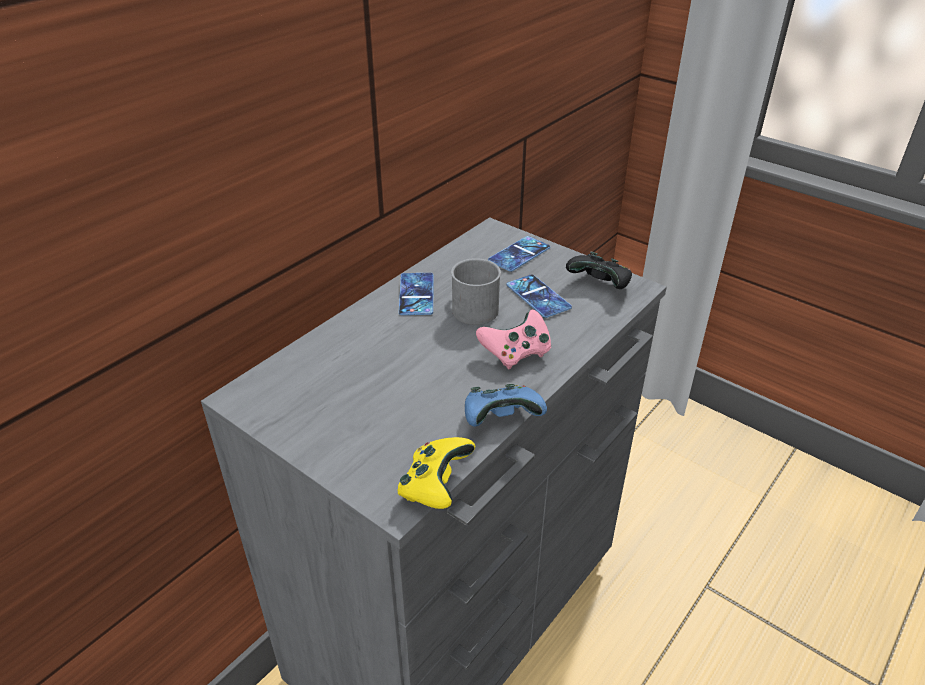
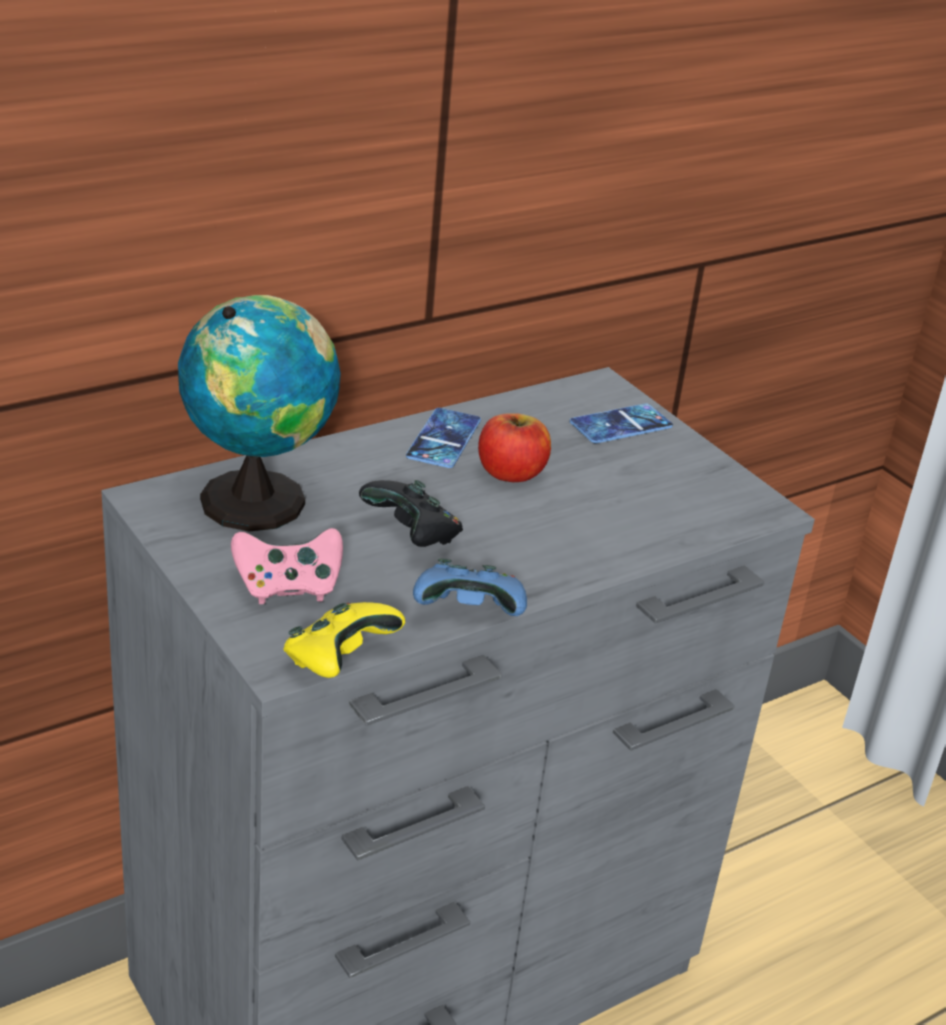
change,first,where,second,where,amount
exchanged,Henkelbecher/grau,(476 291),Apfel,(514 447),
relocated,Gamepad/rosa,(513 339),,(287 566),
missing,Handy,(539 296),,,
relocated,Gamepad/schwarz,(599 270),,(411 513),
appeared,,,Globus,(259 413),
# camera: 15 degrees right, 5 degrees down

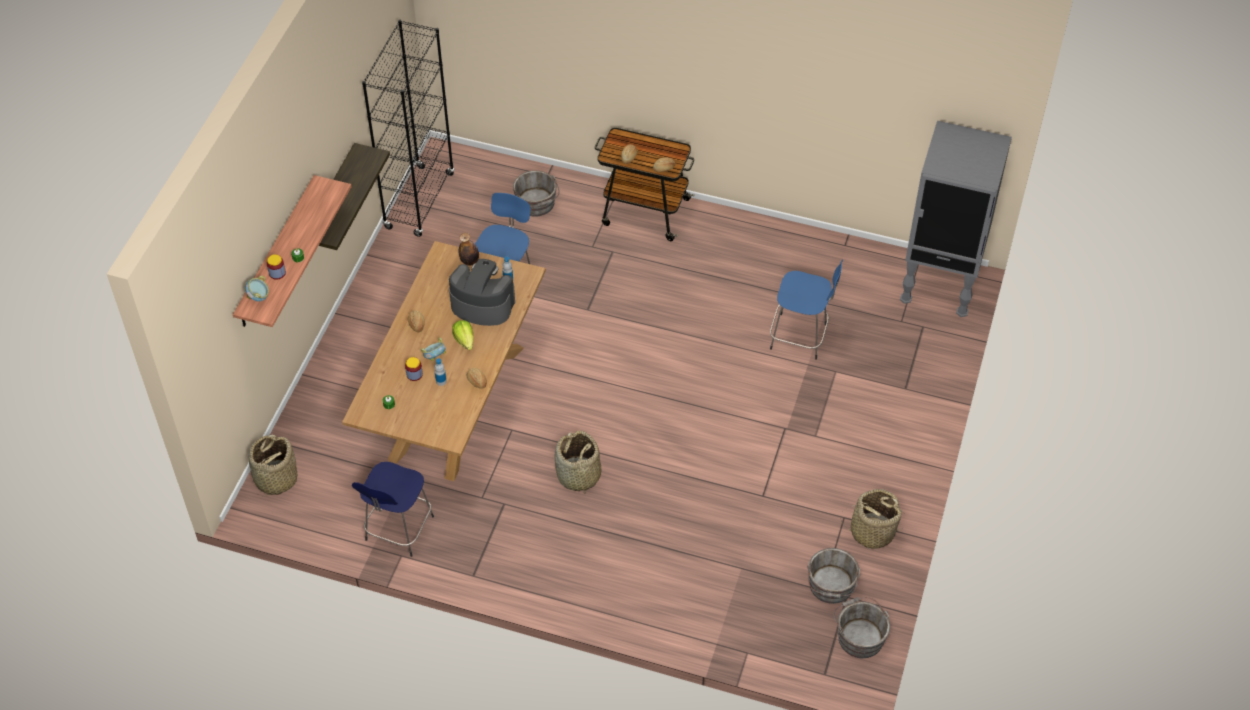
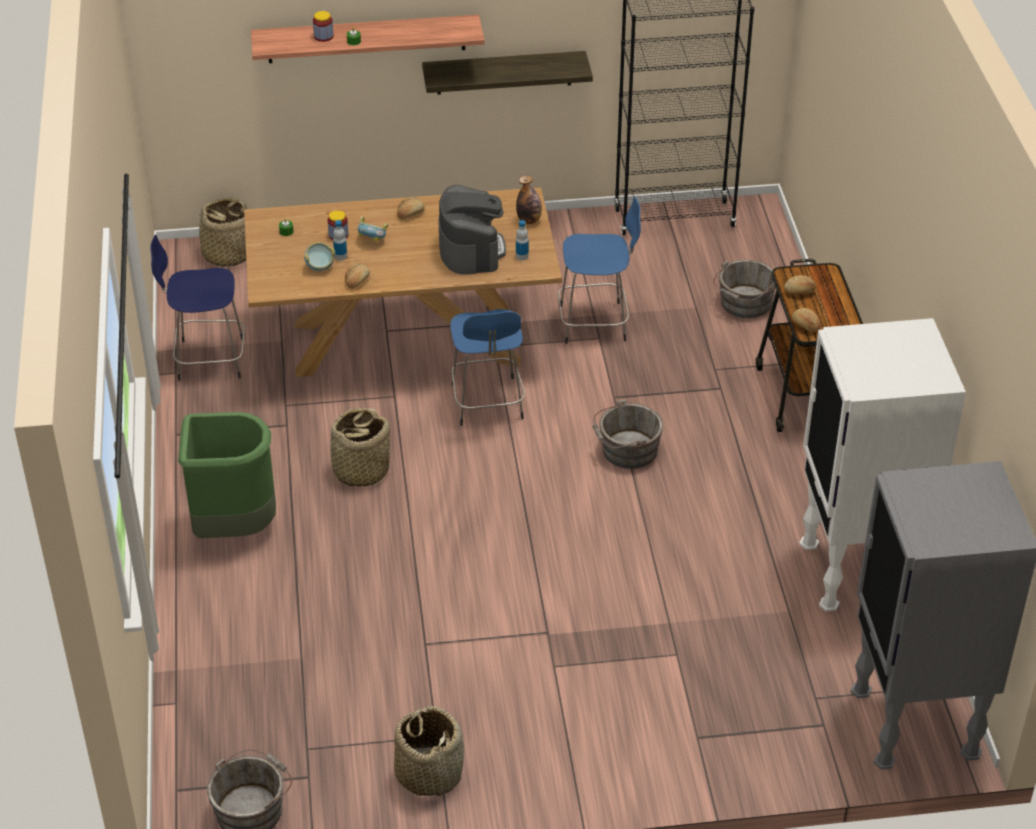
change,first,where,second,where,amount
relocated,Schüssel,(257 288),,(319 256),
missing,Salatkopf,(463 335),,,
relocated,Hocker/blau,(806 309),,(487 367),
relocated,Eimer/grau,(834 576),,(628 434),
appeared,,,Mülleimer/grün,(227 475),
appeared,,,Schrank/weiß,(882 464),
# camera: 65 degrees right, 10 degrees down

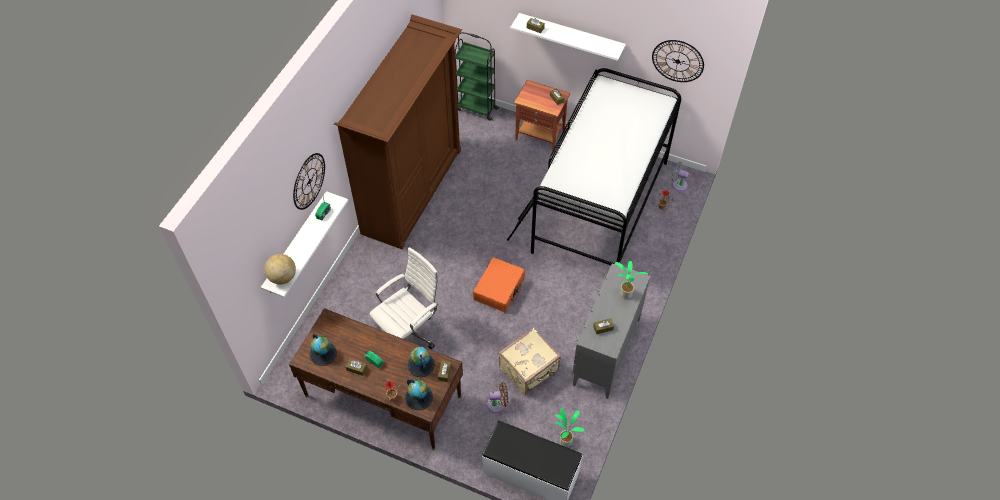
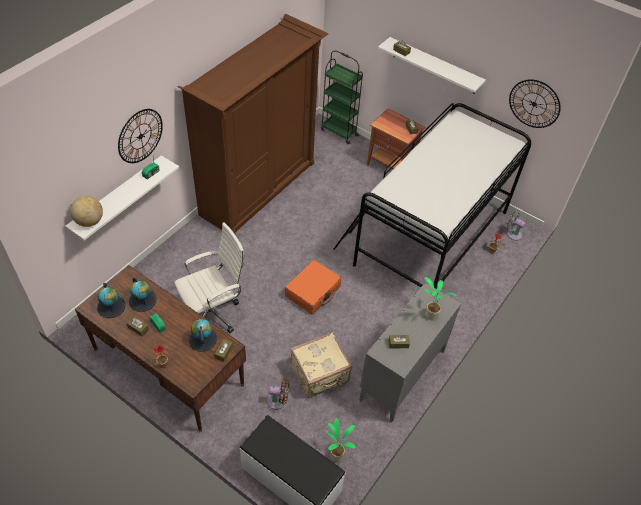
change,first,where,second,where,amount
relocated,Globus,(419 394),,(143 294),
# camera: 10 degrees right, 5 degrees down

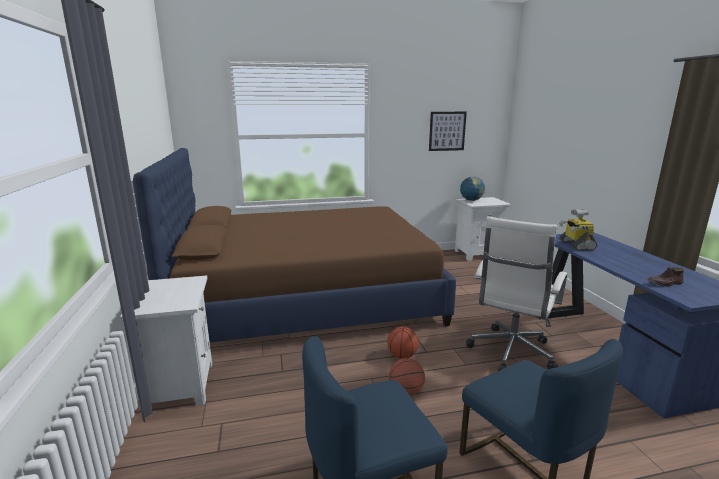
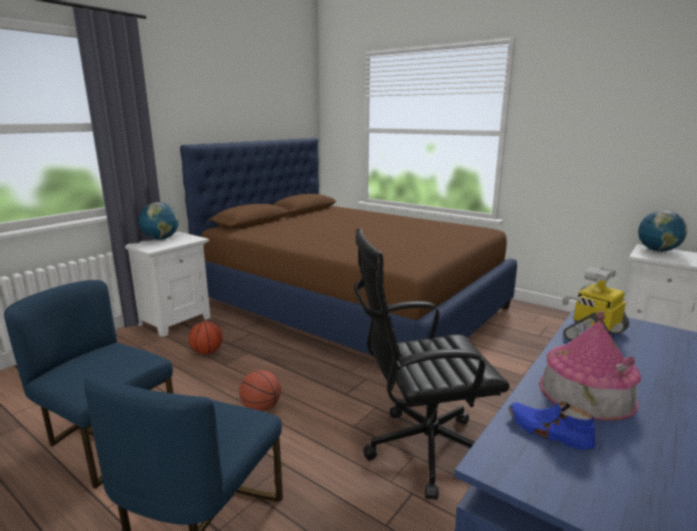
change,first,where,second,where,amount
relocated,Basketball,(403 343),,(206 337),
missing,Bild,(448 131),,,
colour,Bürostuhl/weiß,(517 293),Bürostuhl/schwarz,(431 364),
colour,Schuh/braun,(665 276),Schuh/blau,(552 426),
appeared,,,Globus,(158 221),
appeared,,,Spielzeughaus,(590 366),
# camera: 50 degrees right, 0 degrees up

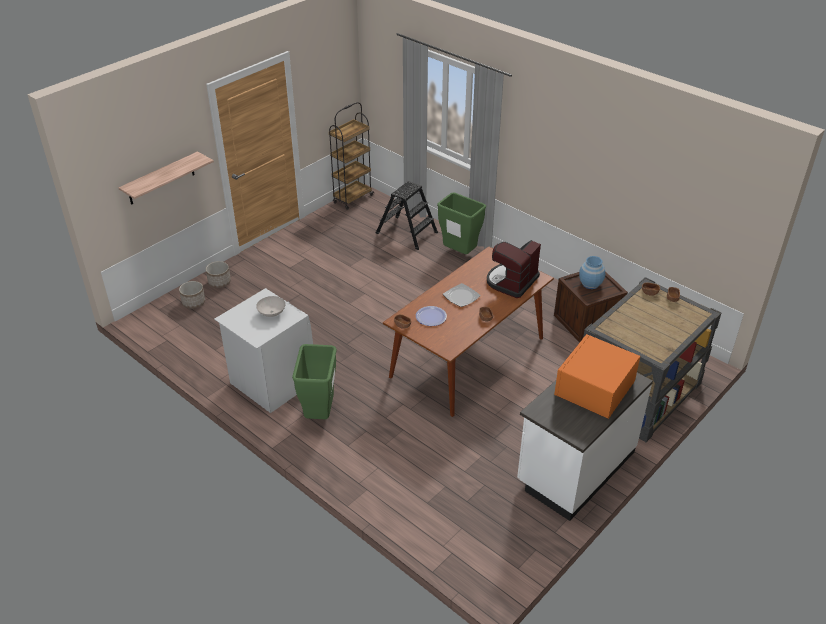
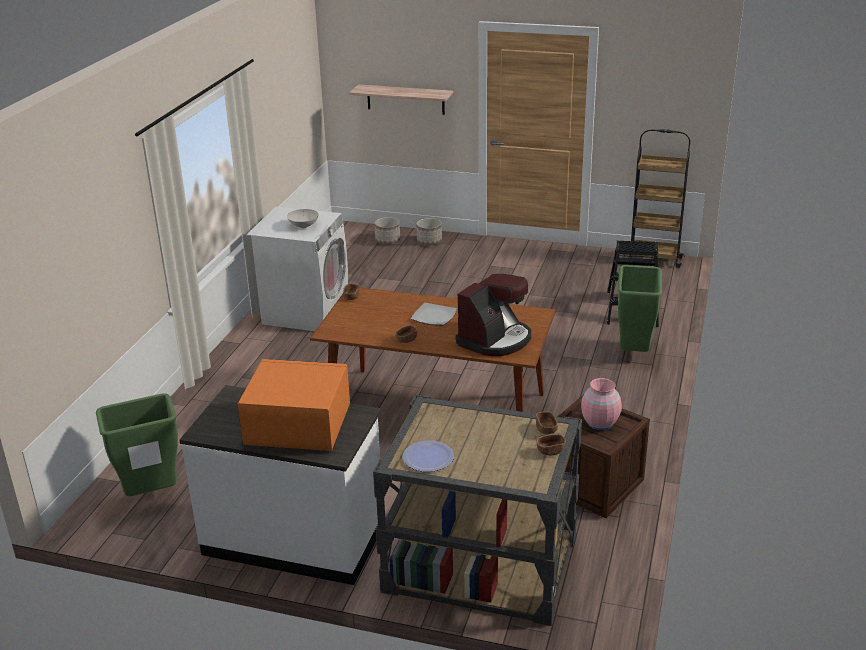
change,first,where,second,where,amount
relocated,Mülleimer/grün,(314 381),,(137 444),
relocated,Teller,(431 316),,(428 456),
spun,Kaffeemaschine,(514 269),,(493 315),120 degrees clockwise
colour,Vase/blau,(592 272),Vase/rosa,(601 404),
# camera: 65 degrees right, 10 degrees down

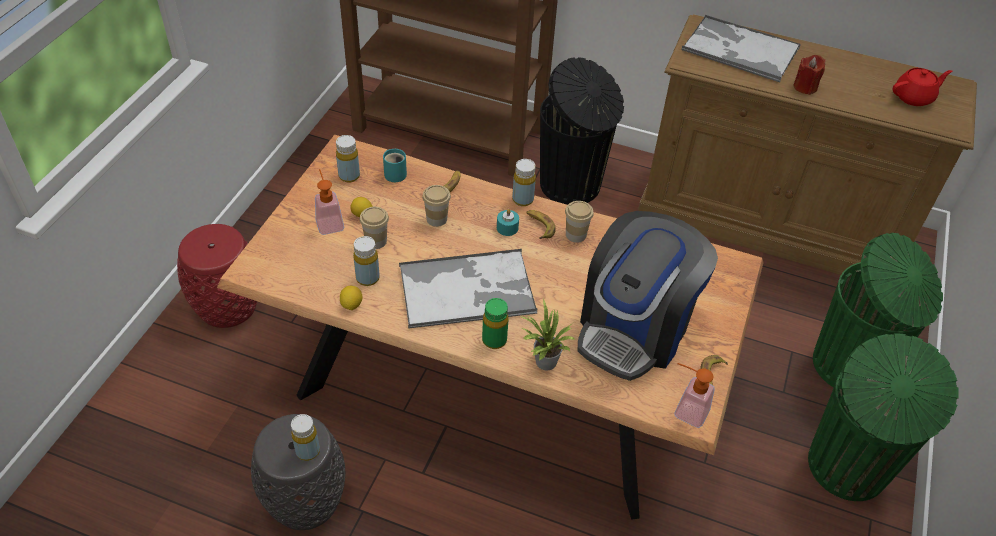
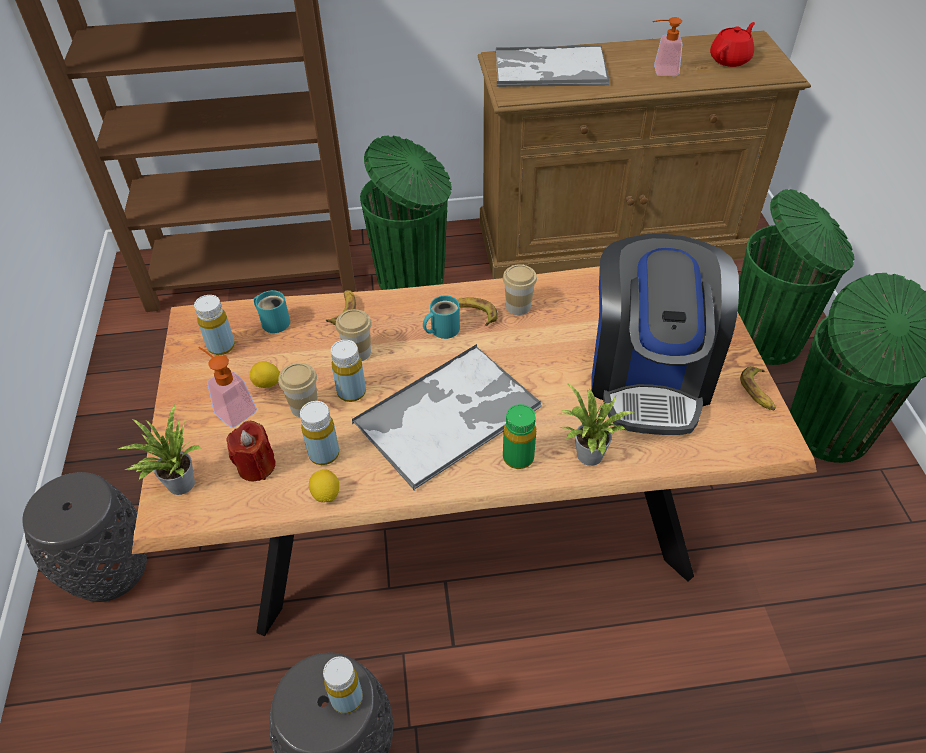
change,first,where,second,where,amount
colour,Hocker/rot,(217 276),Hocker/grau,(84 537),
exchanged,Kerze/türkis,(508 222),Henkelbecher/türkis,(441 317),
relocated,Flasche/gelb,(524 182),,(348 371),
colour,Mülleimer/schwarz,(582 131),Mülleimer/grün,(406 212),
relocated,Seifenspender,(694 395),,(667 46),
relocated,Kerze/rot,(809 75),,(251 451),
appeared,,,Topfpflanze,(160 449),
# camera: 25 degrees left, 0 degrees up

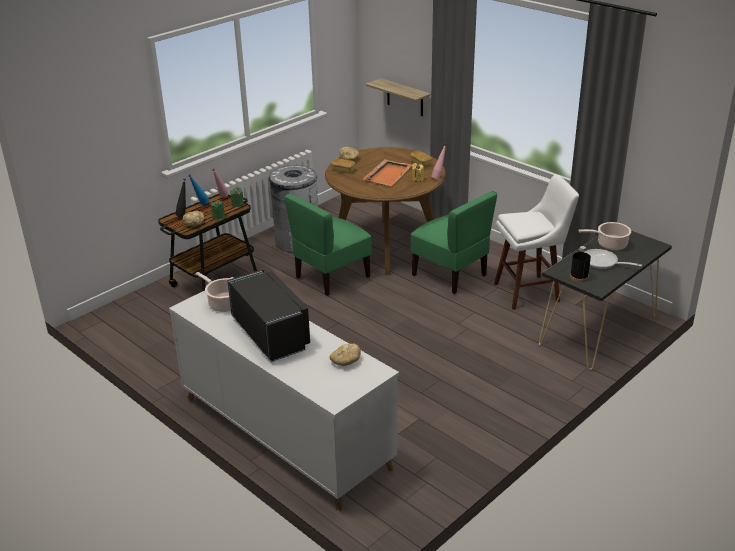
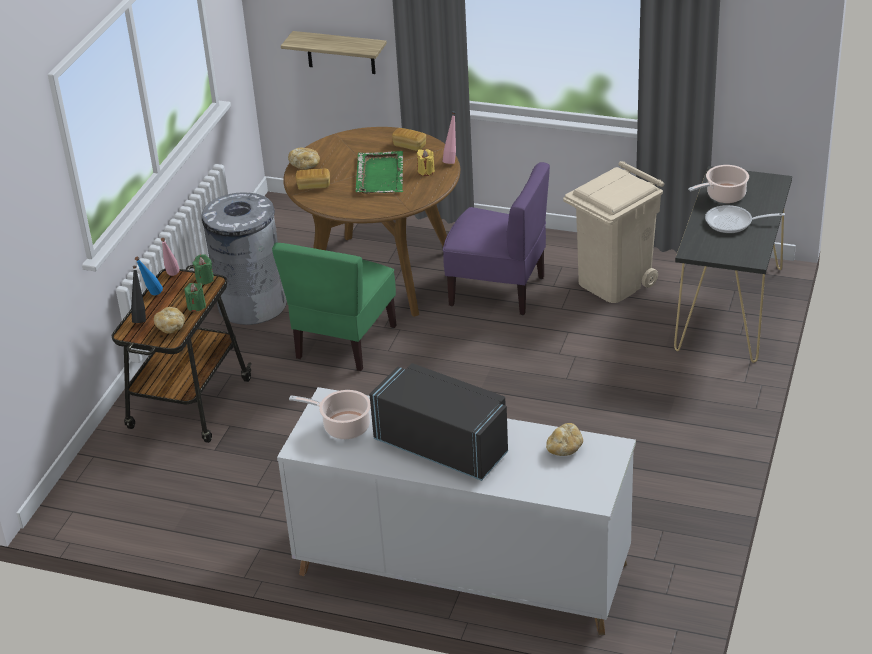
change,first,where,second,where,amount
colour,Tablett/orange,(387 172),Tablett/grün,(379 172),
colour,Stuhl/grün,(453 242),Stuhl/lila,(496 238),
exchanged,Hocker/weiß,(536 242),Mülleimer/beige,(613 232),
missing,Flasche/schwarz,(580 264),,,
# camera: 25 degrees left, 5 degrees up

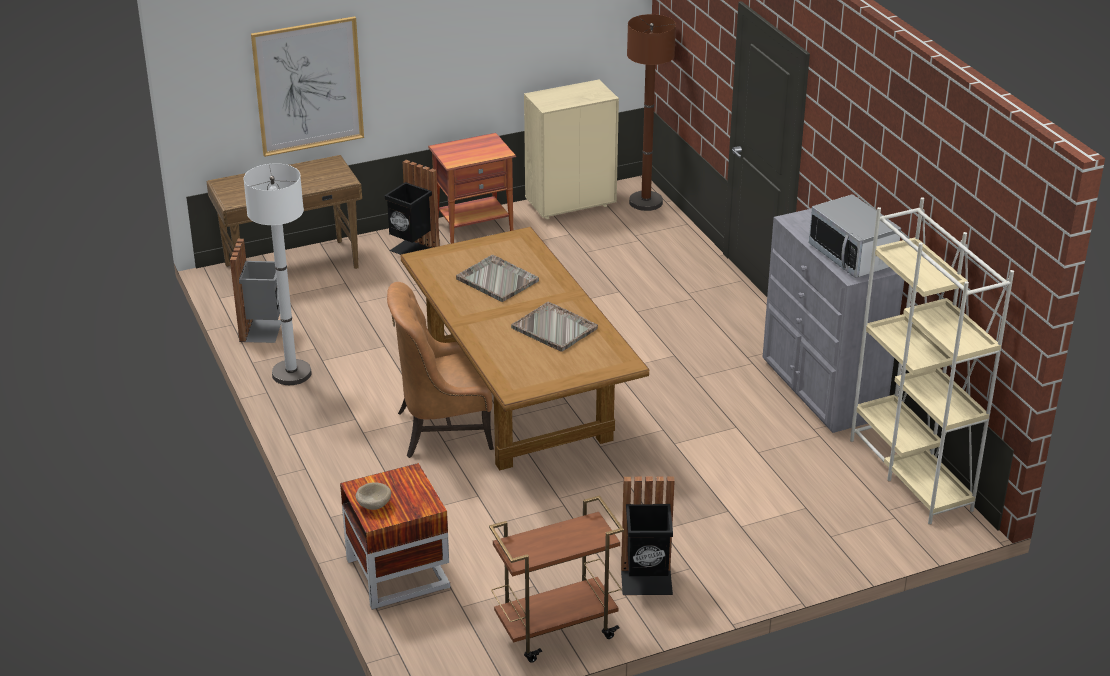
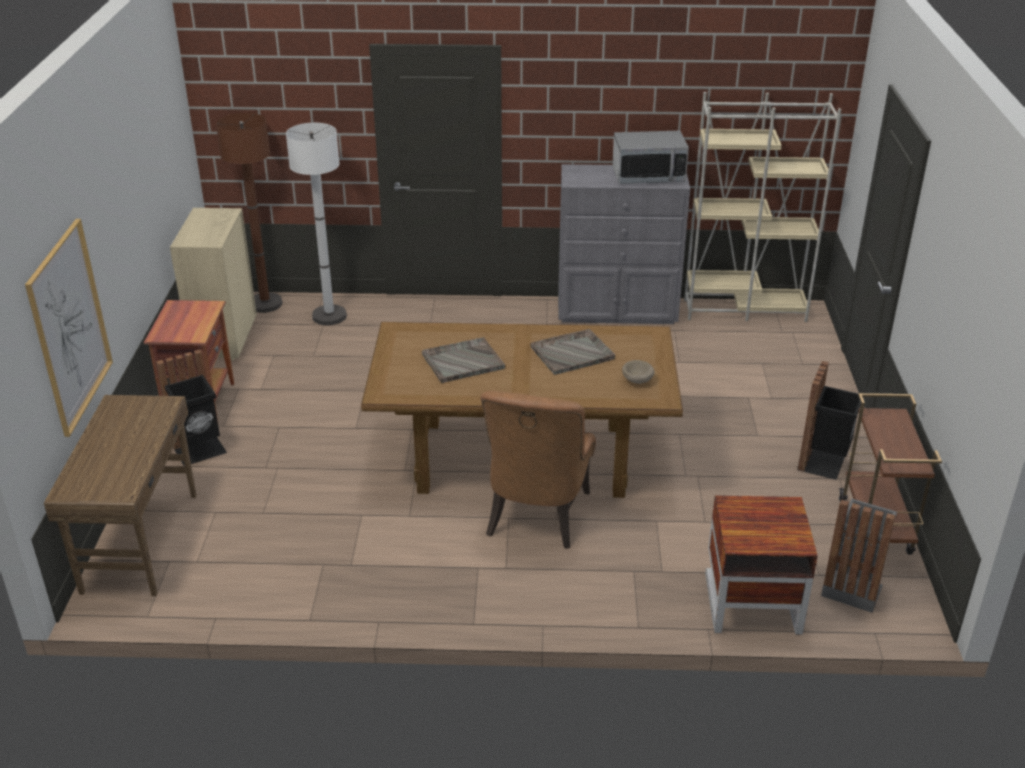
change,first,where,second,where,amount
relocated,Mülleimer/grau,(255 291),,(859 556),
relocated,Stehlampe/weiß,(277 274),,(316 224),
relocated,Schüssel/beige,(373 496),,(638 372),
# camera: 65 degrees left, 0 degrees up

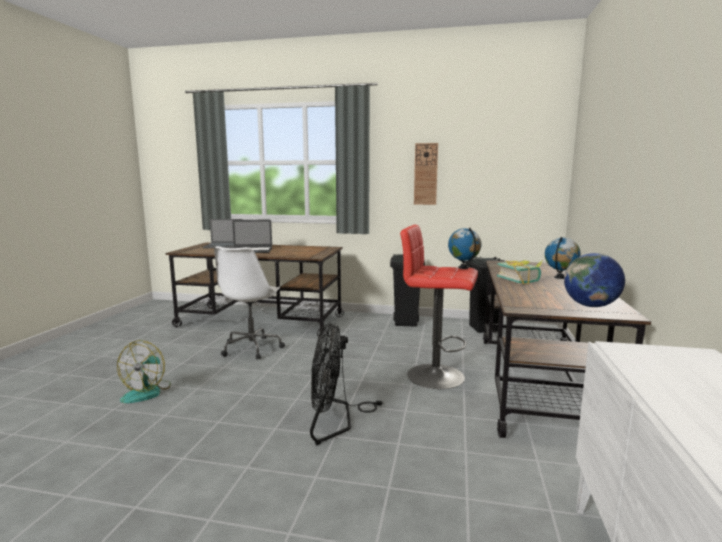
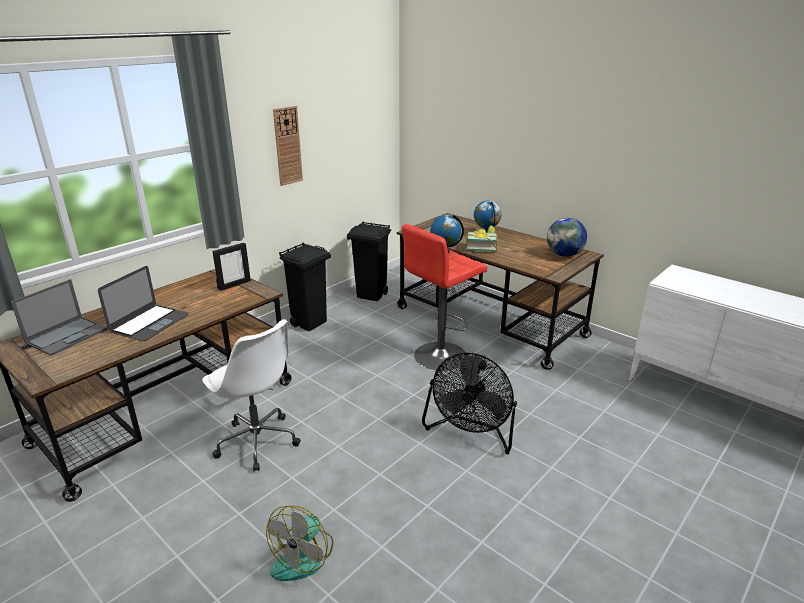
change,first,where,second,where,amount
spun,Ventilator,(144 371),,(299 543),75 degrees clockwise
appeared,,,Bilderrahmen,(231 267),
# camera: 60 degrees left, 15 degrees up

